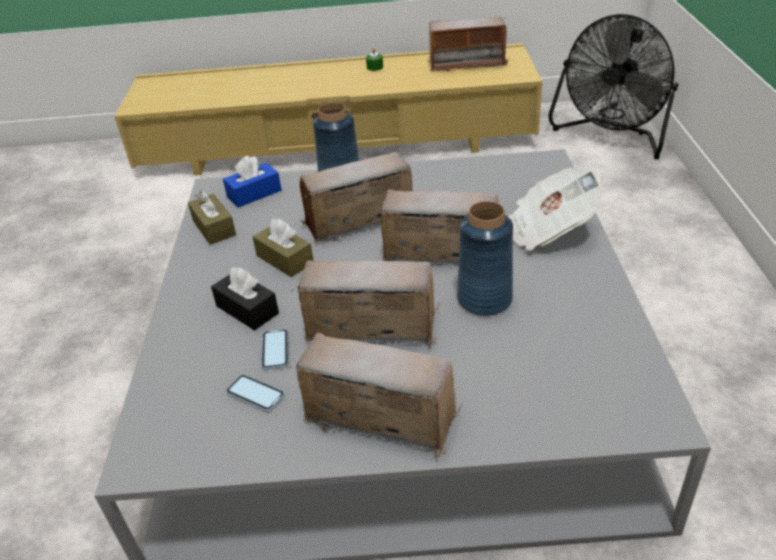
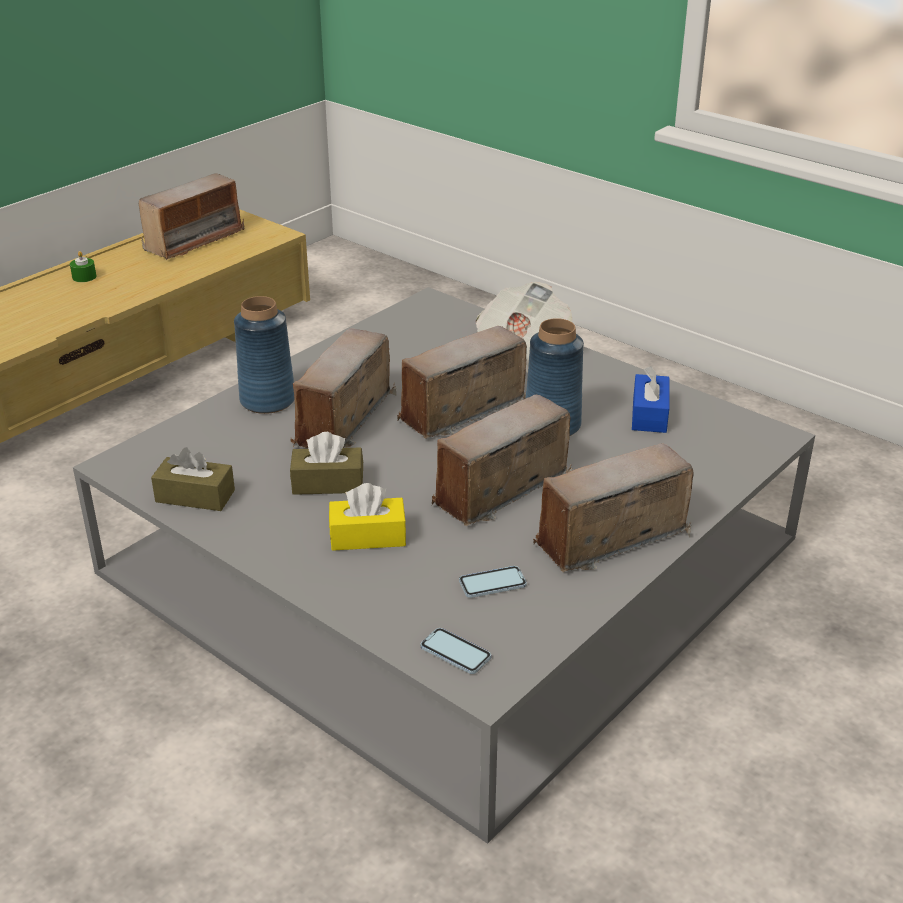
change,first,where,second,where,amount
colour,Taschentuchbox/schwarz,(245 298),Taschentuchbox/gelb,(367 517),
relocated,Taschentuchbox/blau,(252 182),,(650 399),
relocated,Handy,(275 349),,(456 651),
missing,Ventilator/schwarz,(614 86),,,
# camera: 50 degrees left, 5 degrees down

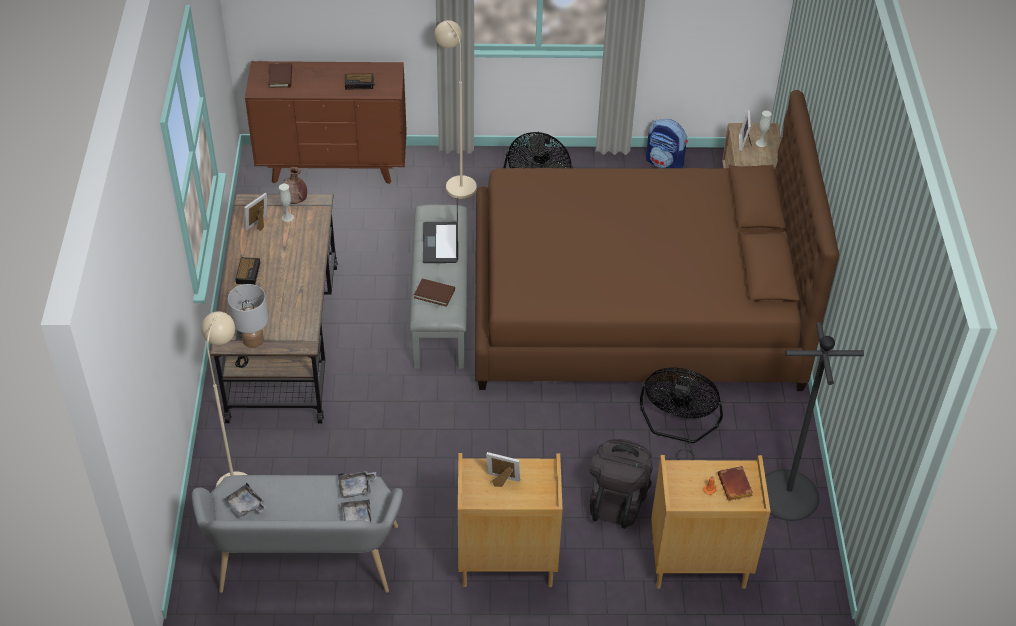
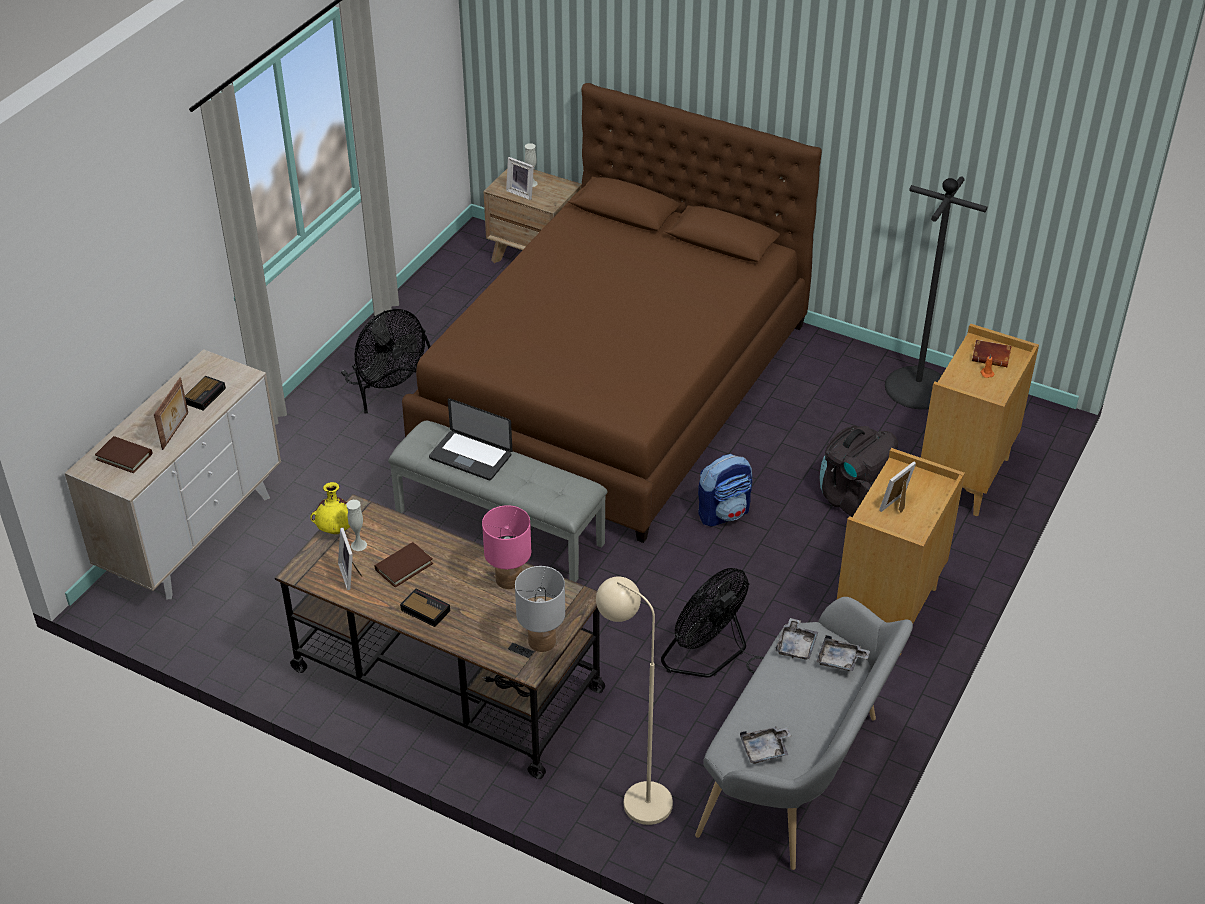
change,first,where,second,where,amount
colour,Kommode/braun,(326 122),Kommode/weiß,(172 474),
colour,Vase/braun,(293 185),Vase/gelb,(330 508),
relocated,Buch/braun,(434 293),,(404 564),
missing,Stehlampe/beige,(456 109),,,
relocated,Ventilator/schwarz,(681 413),,(712 622),
relocated,Rucksack,(667 143),,(725 490),
appeared,,,Bilderrahmen,(171 414),
appeared,,,Tischlampe/rosa,(506 547),
# camera: 60 degrees left, 5 degrees down

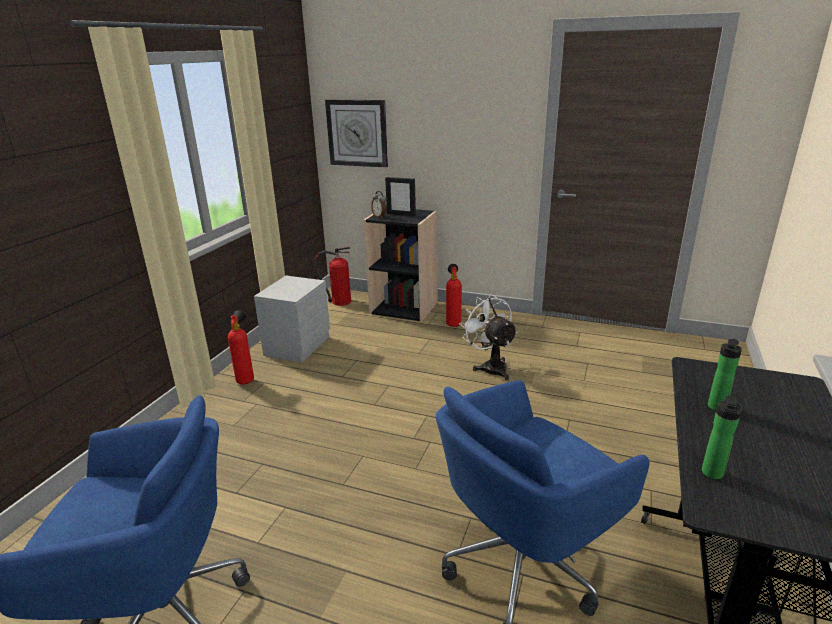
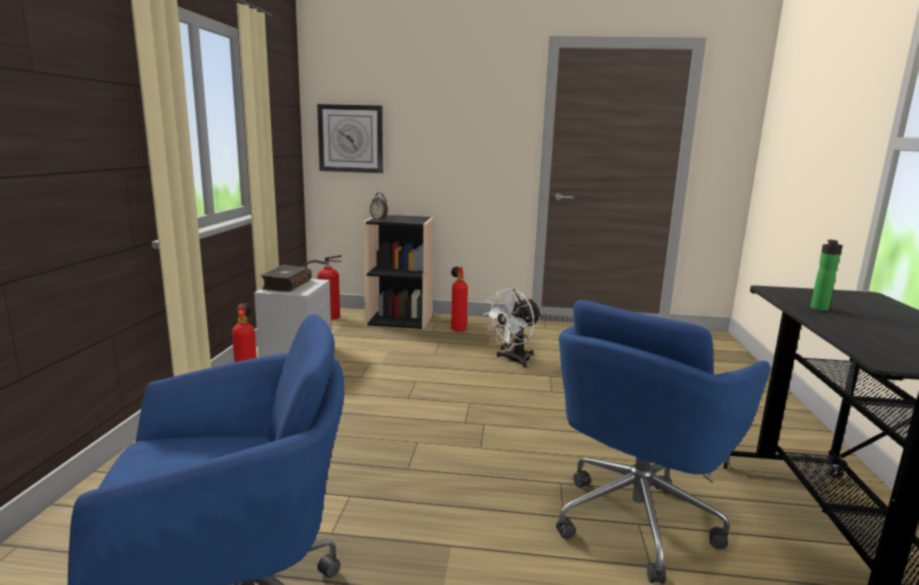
change,first,where,second,where,amount
missing,Bilderrahmen,(400 196),,,
spun,Ventilator/weiß,(489 337),,(512 328),90 degrees counterclockwise
missing,Flasche,(722 437),,,
appeared,,,Buch,(286 278),
# camera: 15 degrees left, 10 degrees down

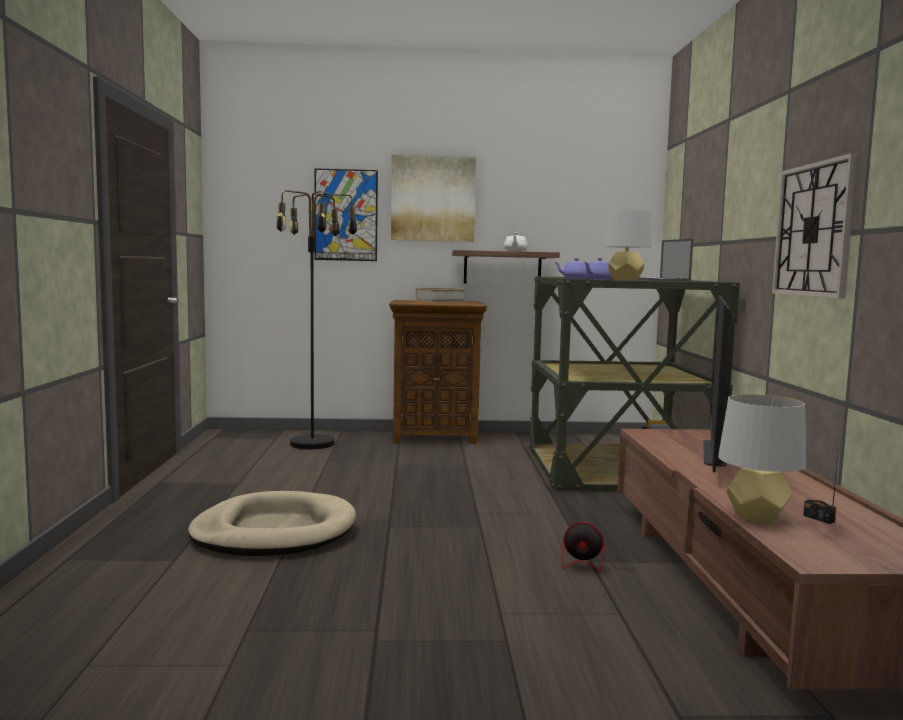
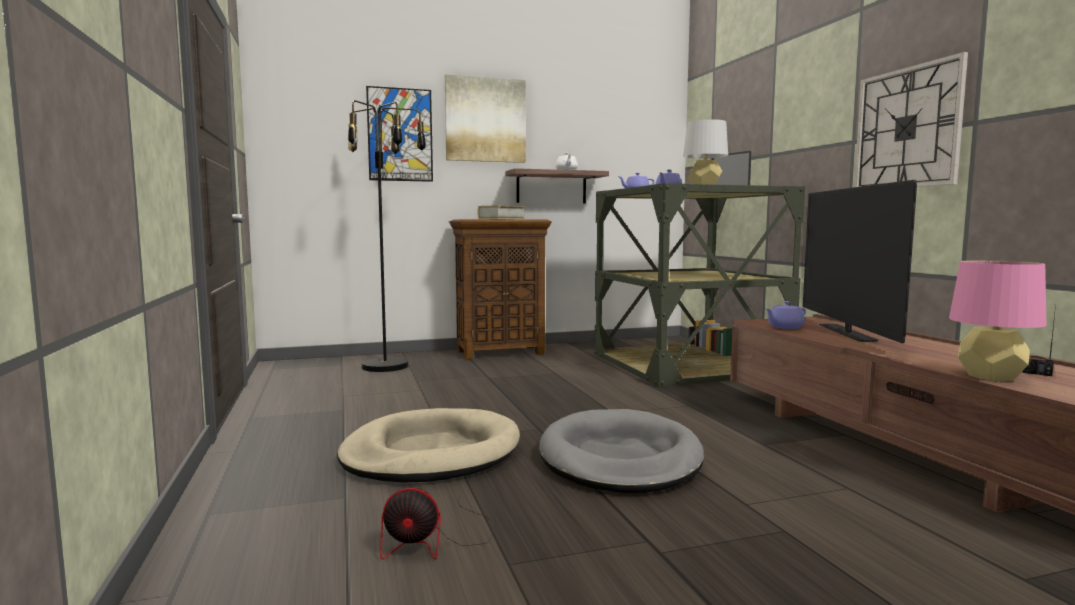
change,first,where,second,where,amount
relocated,Ventilator,(600 547),,(437 524),
colour,Tischlampe/grau,(762 459),Tischlampe/rosa,(997 320),
appeared,,,Hundebett/grau,(621 451),
appeared,,,Teekanne/lila,(785 315),
# camera: 15 degrees left, 0 degrees up

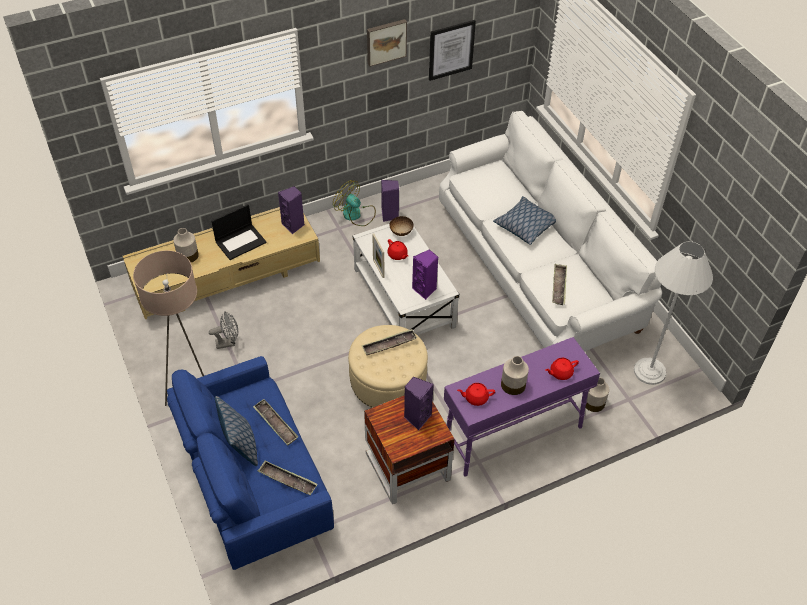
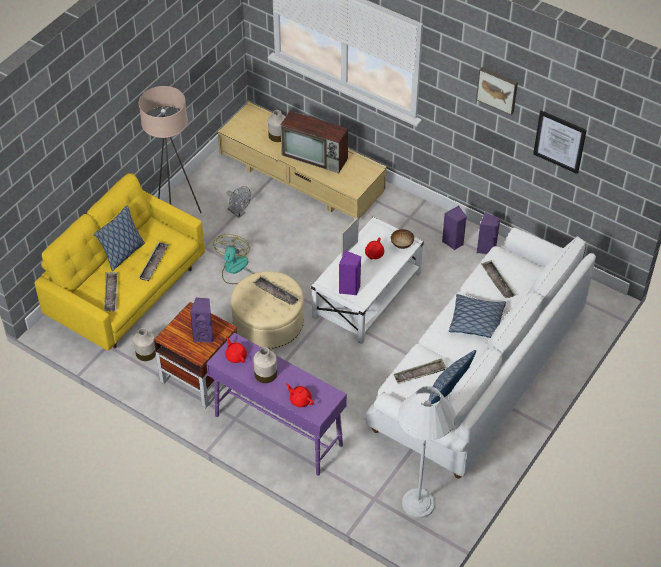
change,first,where,second,where,amount
colour,Sofa/blau,(250 463),Sofa/gelb,(119 262),
exchanged,Laptop,(239 232),Fernseher,(314 142),
relocated,Lautsprecher/lila,(291 210),,(488 233),
relocated,Ventilator,(354 203),,(233 259),
relocated,Vase/beige,(597 394),,(144 344),
appeared,,,Kissen,(452 377),
appeared,,,Tablett,(498 279),
# camera: 60 degrees right, 0 degrees up

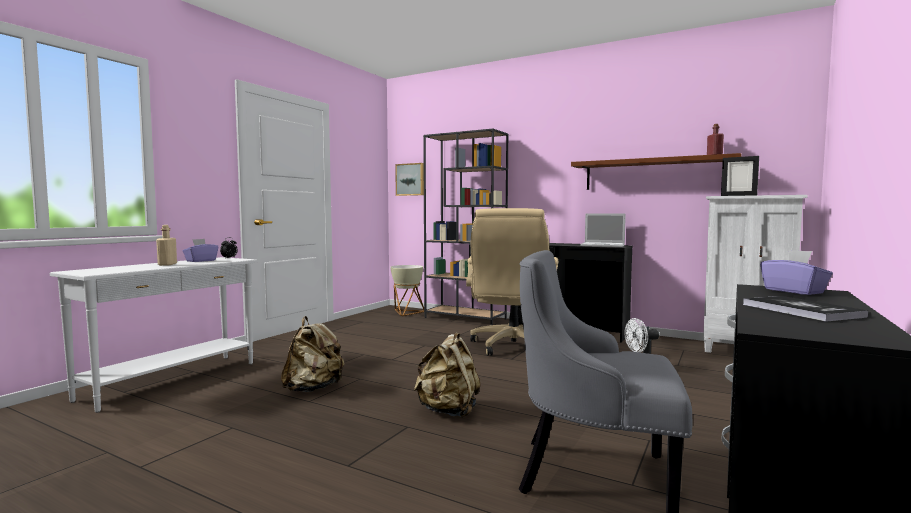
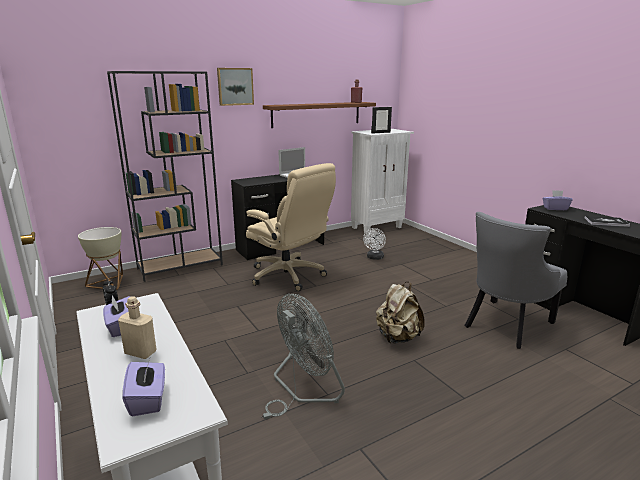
change,first,where,second,where,amount
exchanged,Rucksack/beige,(313 354),Ventilator/grau,(303 356),
relocated,Bild,(409 179),,(235 87),
appeared,,,Taschentuchbox/lila,(143 386),
# camera: 60 degrees left, 15 degrees up

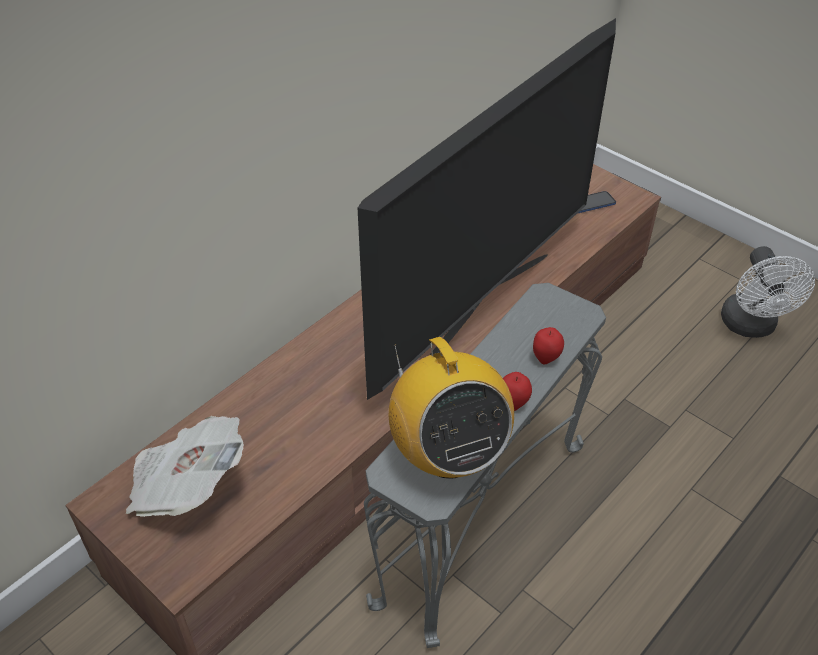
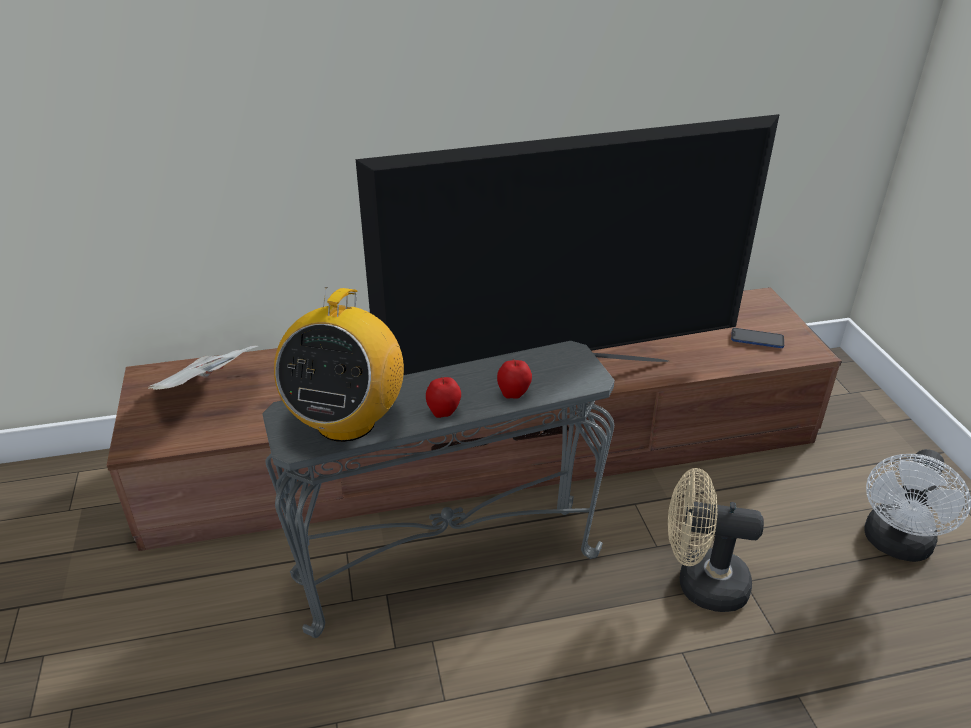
change,first,where,second,where,amount
appeared,,,Ventilator/beige,(716 540),
# camera: 35 degrees right, 10 degrees down

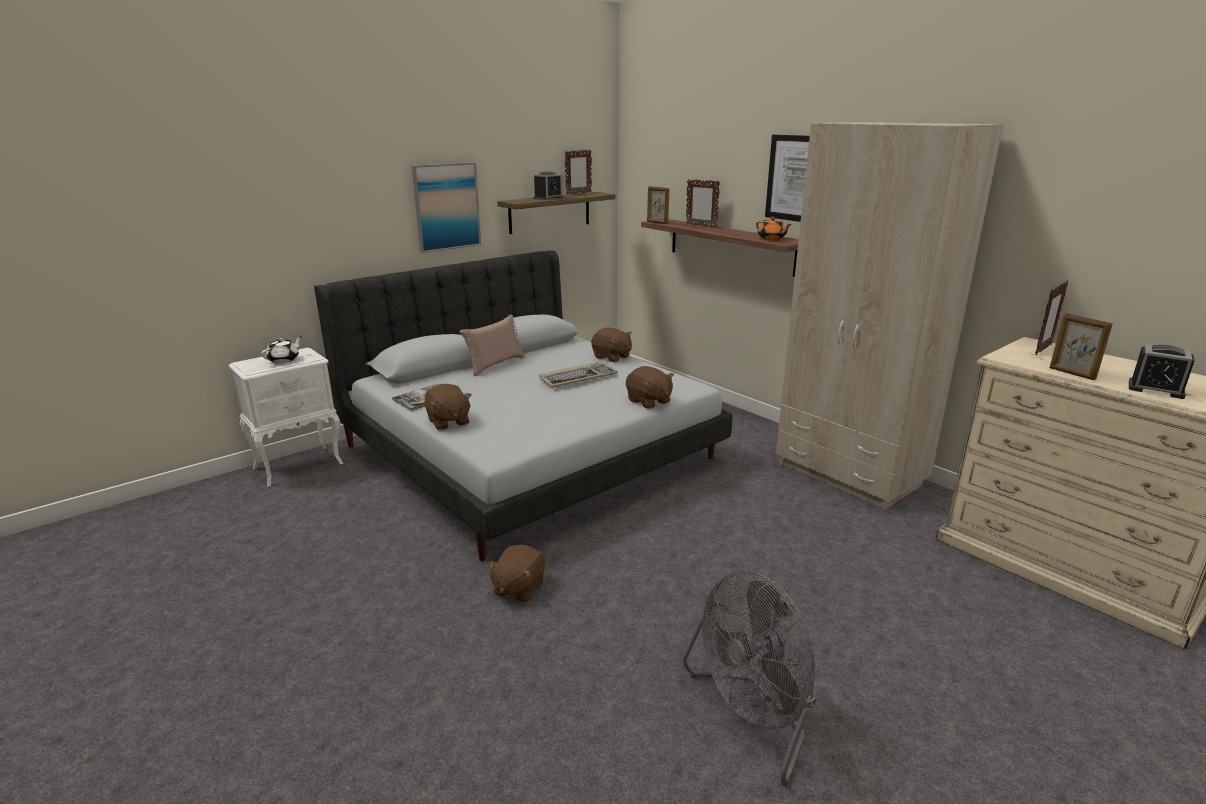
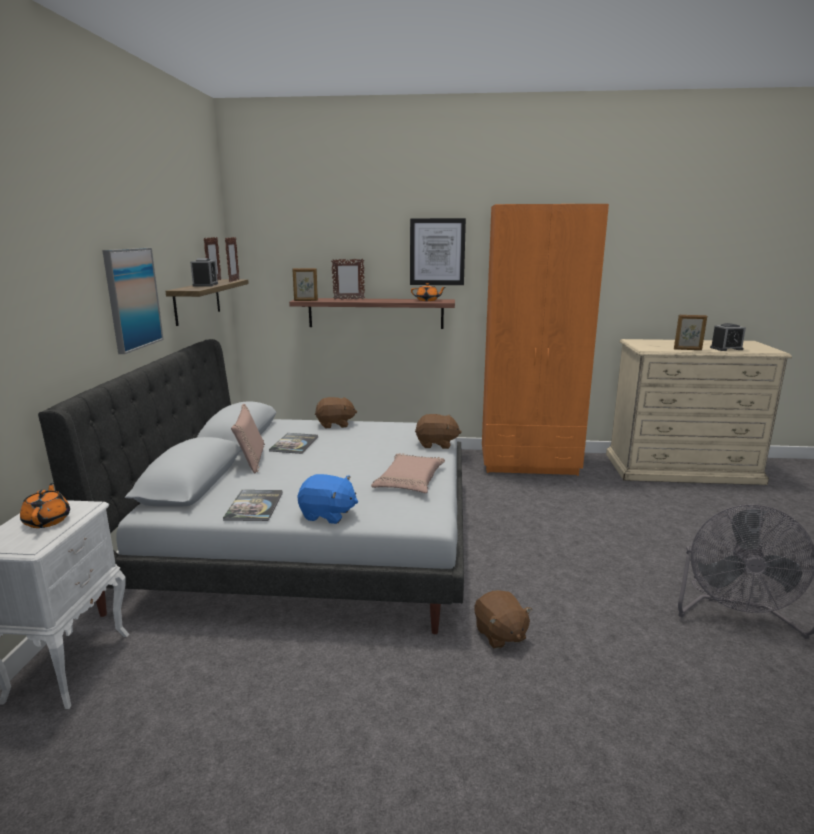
change,first,where,second,where,amount
colour,Teekanne/weiß,(281 350),Teekanne/orange,(45 505),
colour,Plüschtier/braun,(447 407),Plüschtier/blau,(327 499),
missing,Tastatur,(578 375),,,
colour,Kleiderschrank/beige,(889 316),Kleiderschrank/orange,(545 340),
relocated,Bilderrahmen,(1051 318),,(232 259),
appeared,,,Buch,(293 443),
appeared,,,Kissen/beige,(408 473),
# camera: 45 degrees left, 5 degrees down

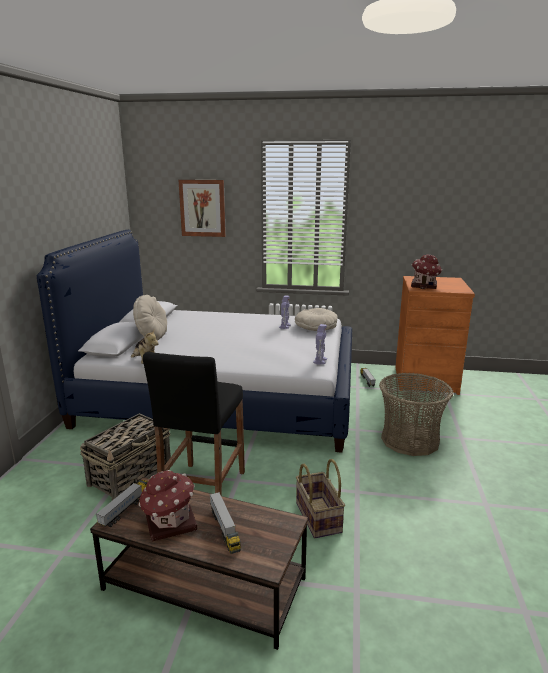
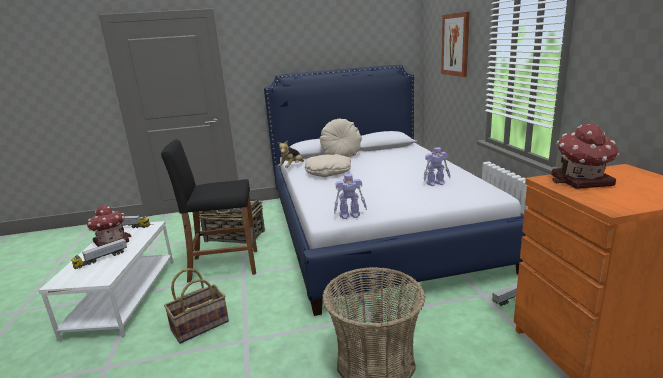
change,first,where,second,where,amount
colour,Couchtisch/braun,(199 563),Couchtisch/weiß,(105 281),
relocated,Kissen/beige,(316 319),,(328 165),
# camera: 70 degrees right, 0 degrees up

